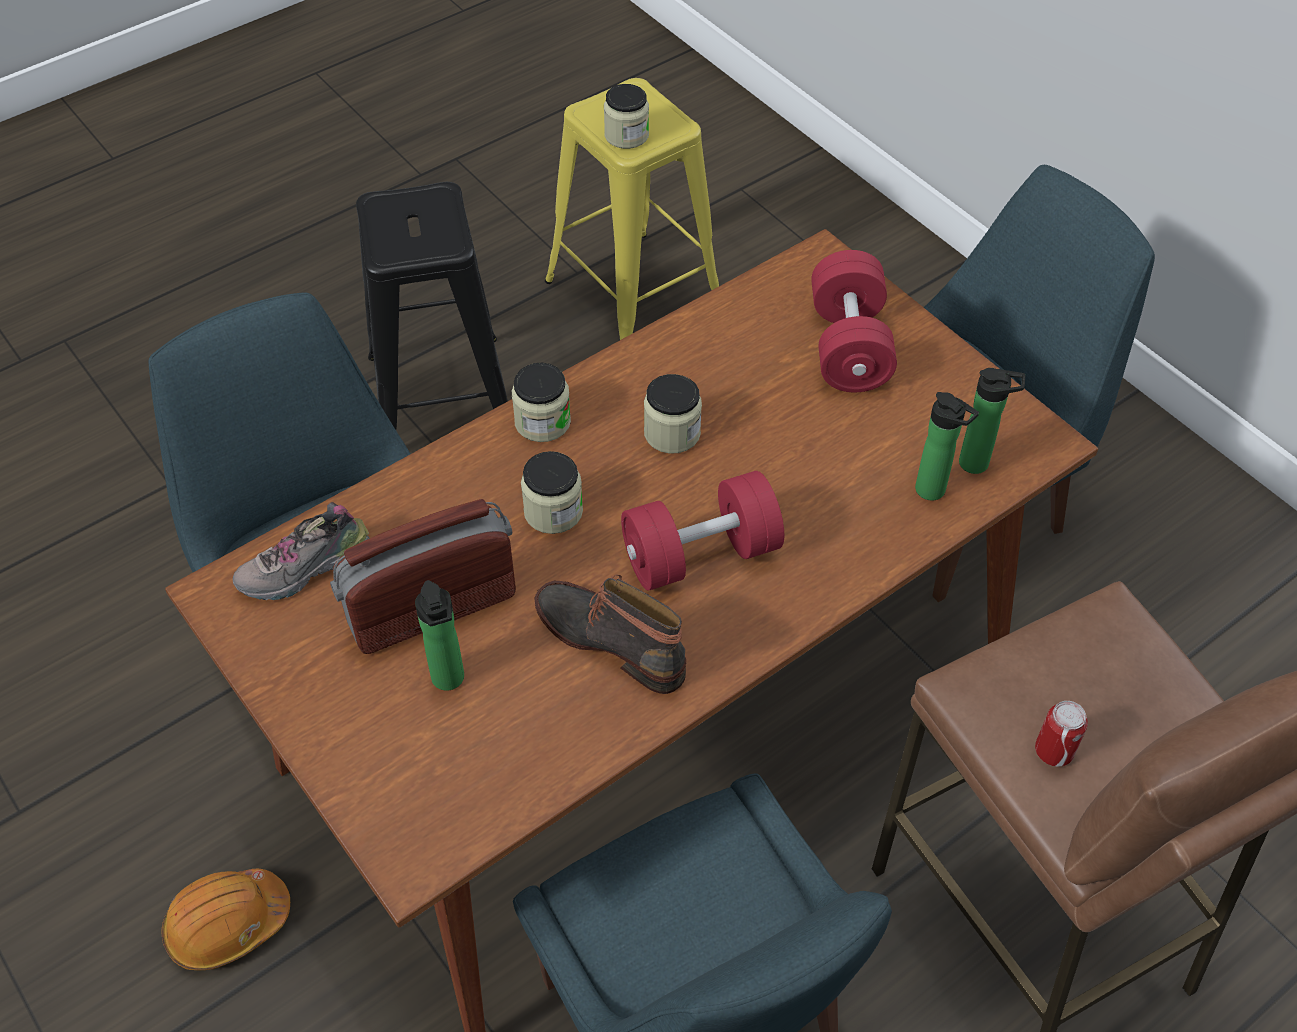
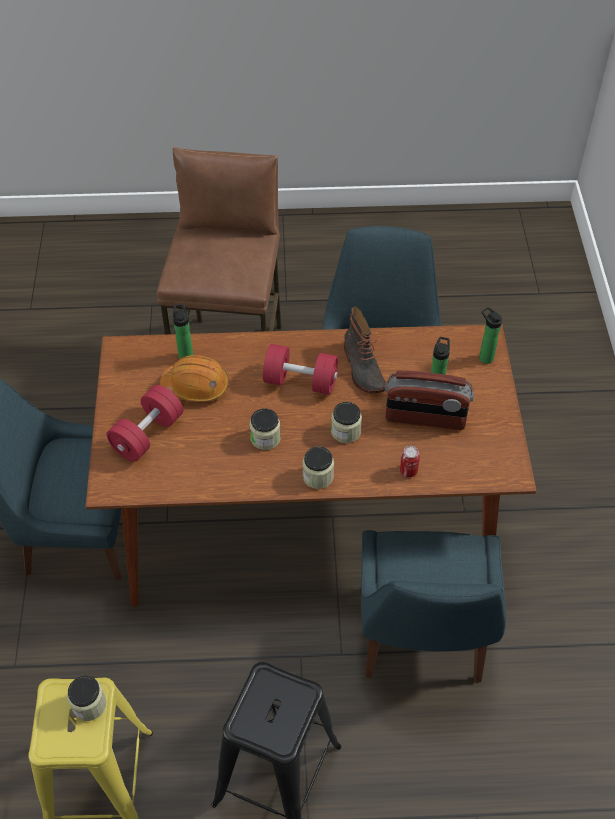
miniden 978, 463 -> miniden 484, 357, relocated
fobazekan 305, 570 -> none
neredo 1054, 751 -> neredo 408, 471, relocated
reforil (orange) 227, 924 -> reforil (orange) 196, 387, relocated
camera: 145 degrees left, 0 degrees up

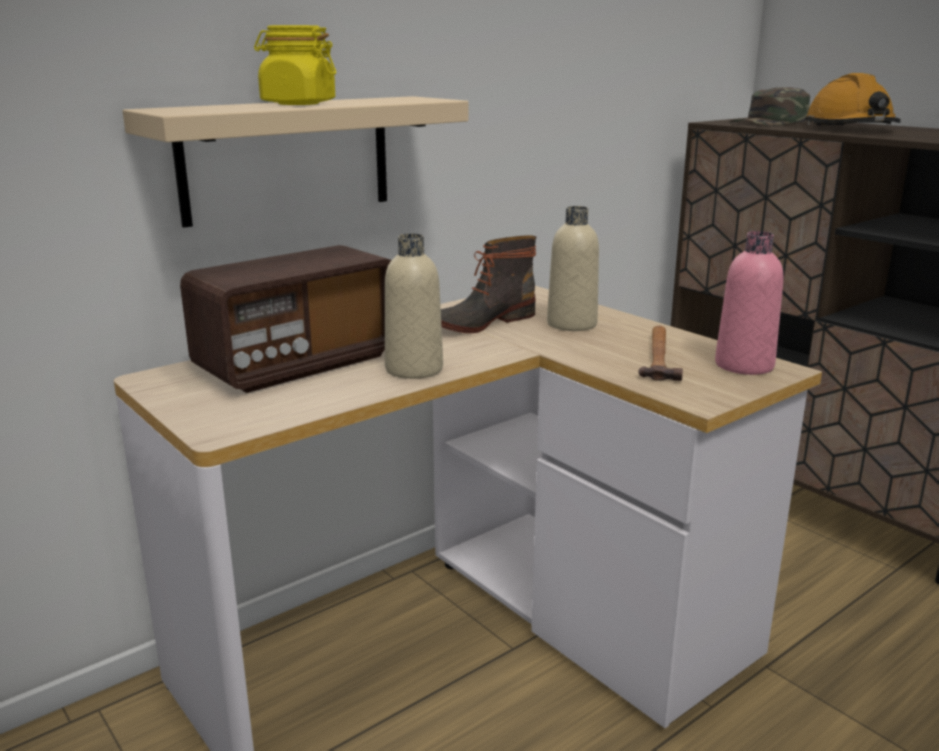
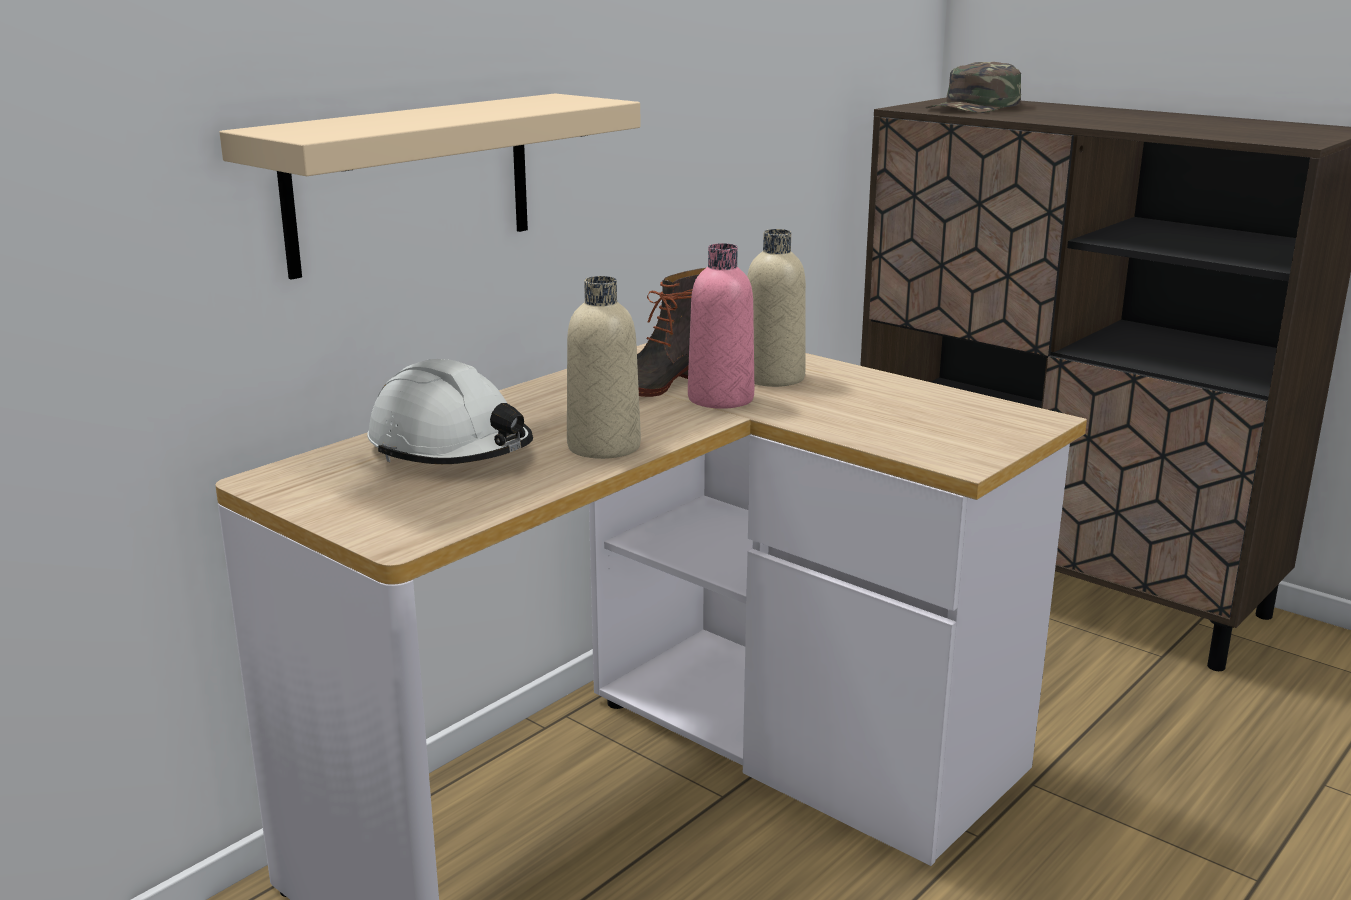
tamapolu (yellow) 298, 103 -> none
reforil (orange) 850, 129 -> none
miniden (pink) 744, 365 -> miniden (pink) 720, 399, relocated
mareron 298, 364 -> reforil (white) 451, 449
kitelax 660, 356 -> none
camera: 10 degrees left, 0 degrees up

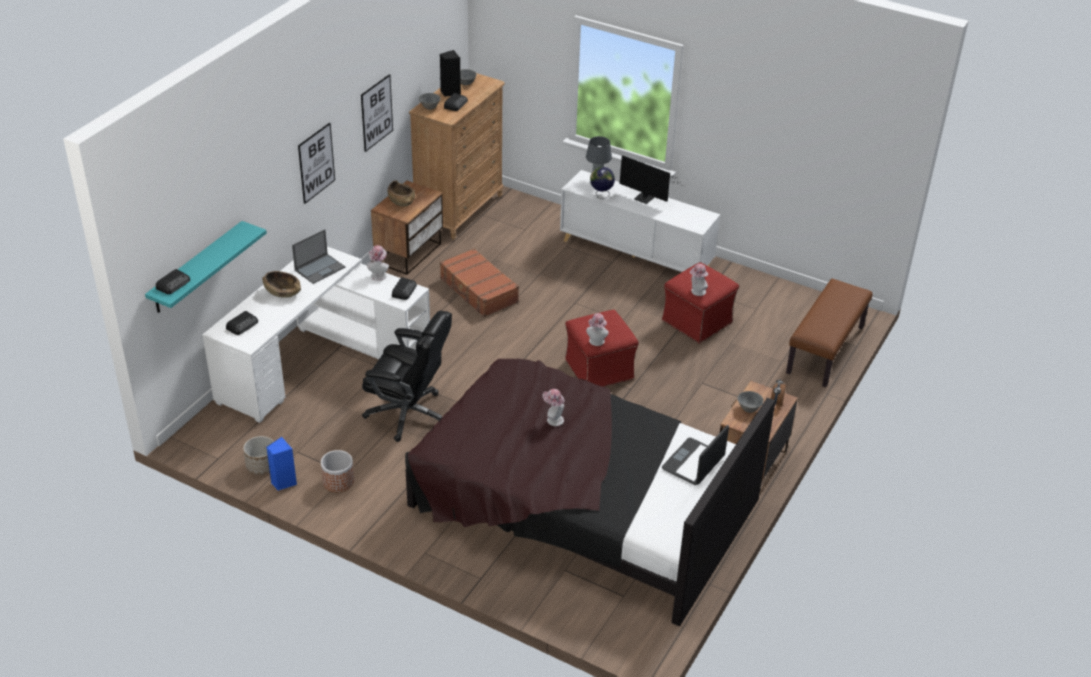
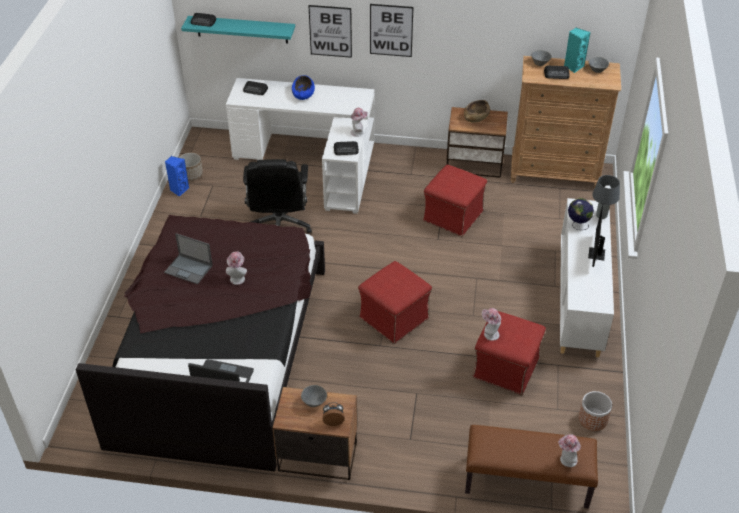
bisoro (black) 450, 92 -> bisoro (turquoise) 573, 66
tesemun 376, 112 -> tesemun 330, 31, relocated
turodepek 320, 268 -> turodepek 189, 269, relocated
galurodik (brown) 478, 290 -> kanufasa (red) 453, 216
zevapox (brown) 283, 292 -> zevapox (blue) 303, 94
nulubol 596, 342 -> nulubol 566, 460, relocated
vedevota 338, 481 -> vedevota 593, 419, relocated
camera: 70 degrees right, 5 degrees up

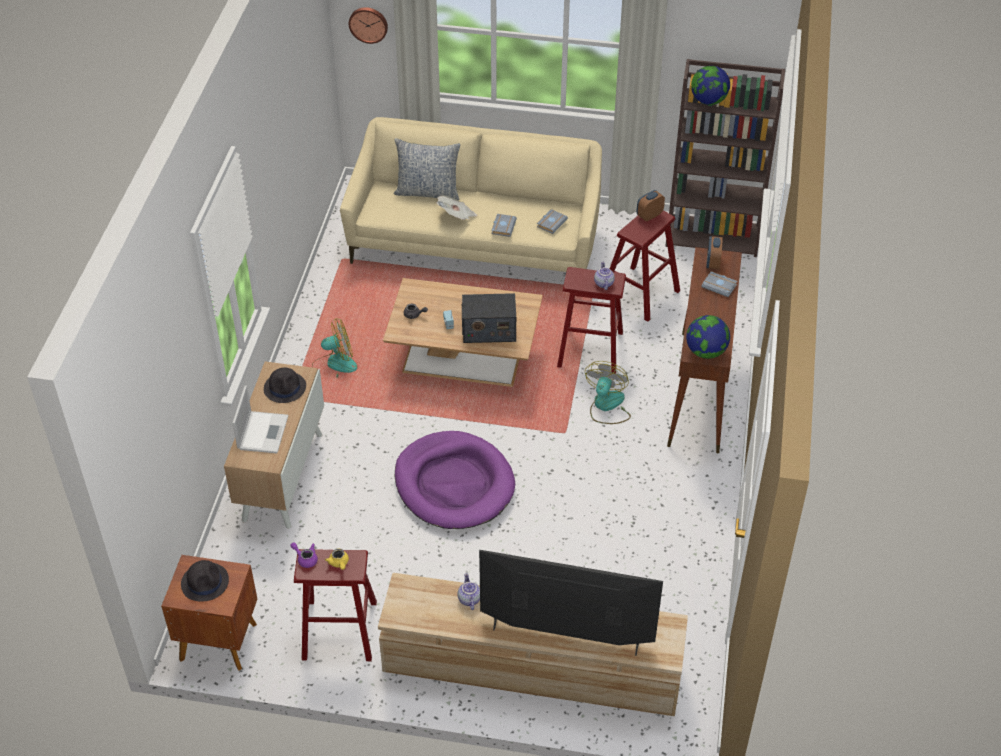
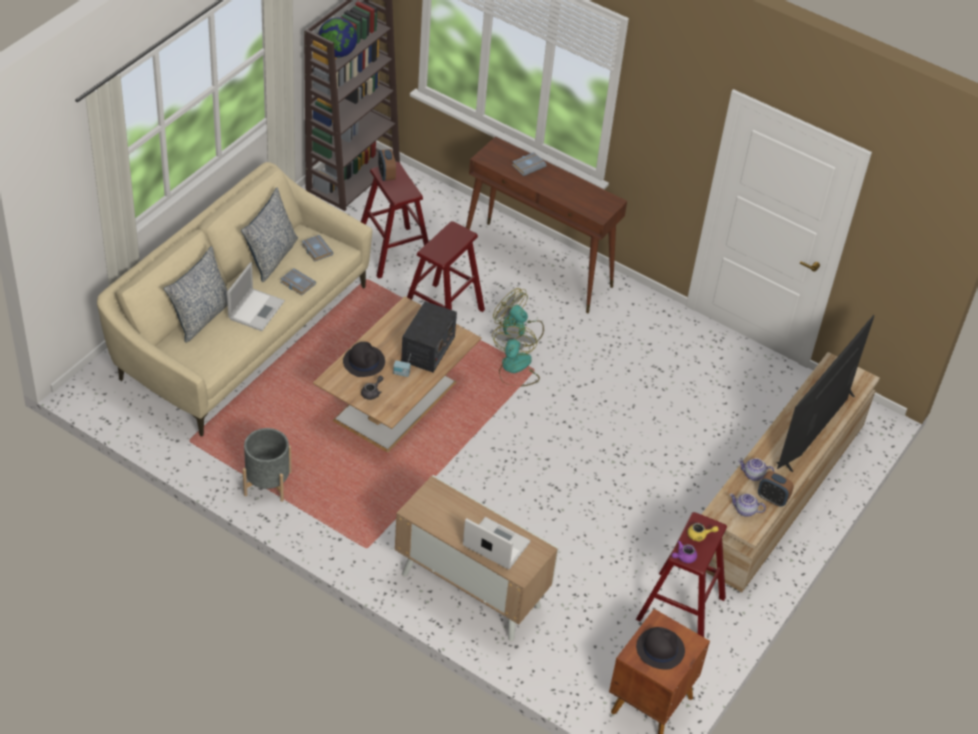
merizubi 368, 24 -> none
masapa 457, 216 -> turodepek 256, 309
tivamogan 712, 263 -> tivamogan 772, 499, relocated
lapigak 603, 283 -> lapigak 744, 511, relocated
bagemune 706, 352 -> none
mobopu 334, 365 -> mobopu 515, 369, relocated
nulubol (black) 285, 388 -> nulubol (black) 364, 361, relocated
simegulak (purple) 454, 484 -> none
none -> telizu 271, 257
none -> vedevota (grey) 267, 483
camera: 70 degrees left, 0 degrees up

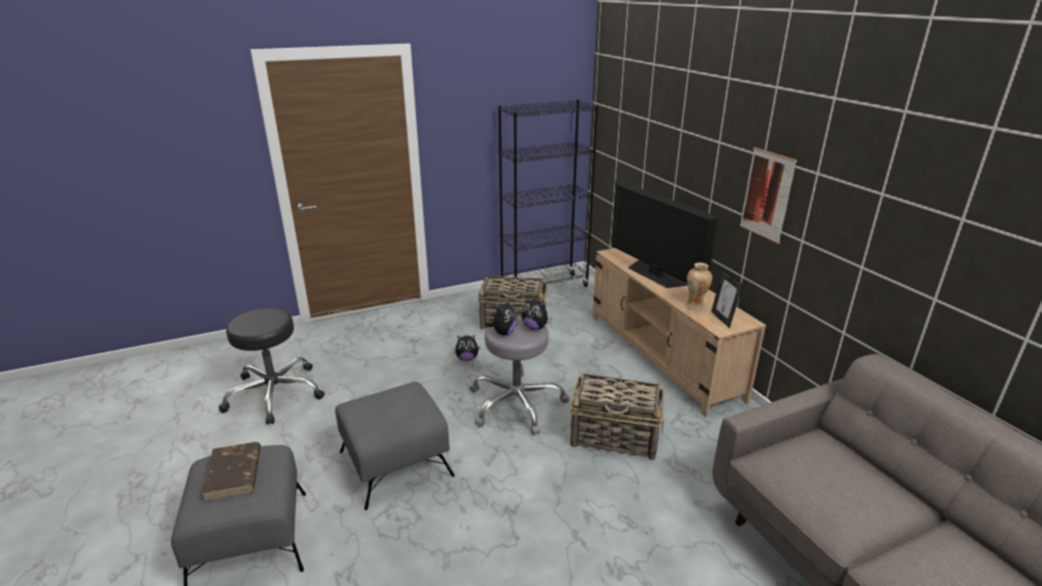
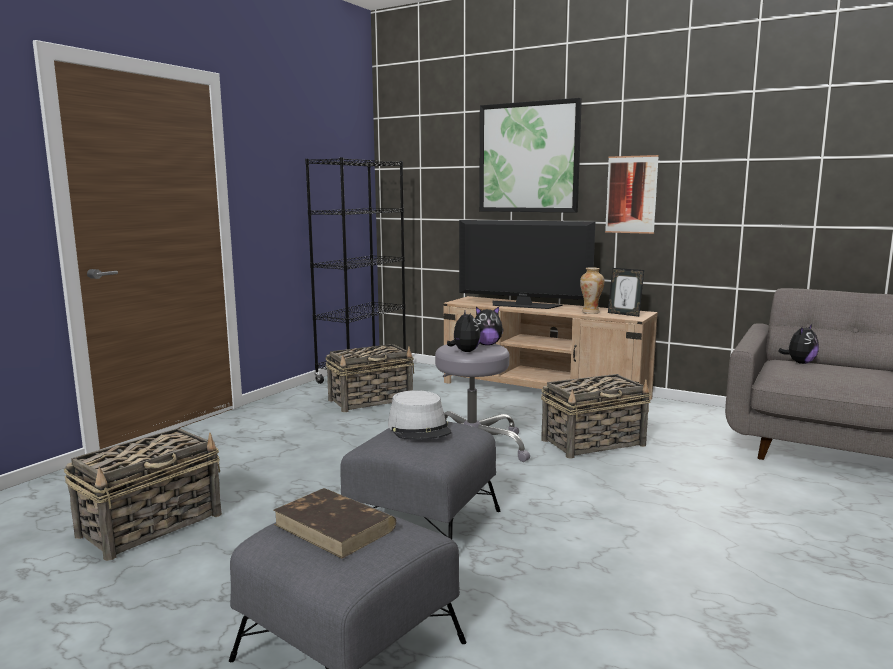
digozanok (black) 274, 394 -> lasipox 152, 525
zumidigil 467, 358 -> zumidigil 799, 363, relocated
none -> tesemun 528, 157
none -> nulubol (grey) 419, 428
camera: 35 degrees left, 15 degrees down

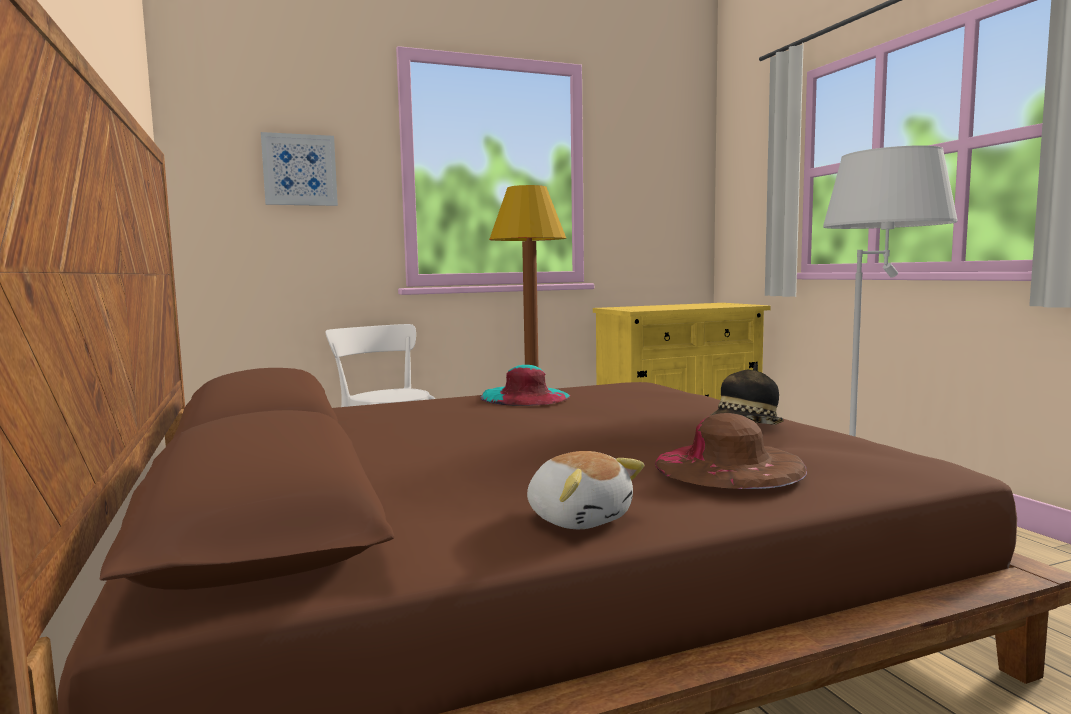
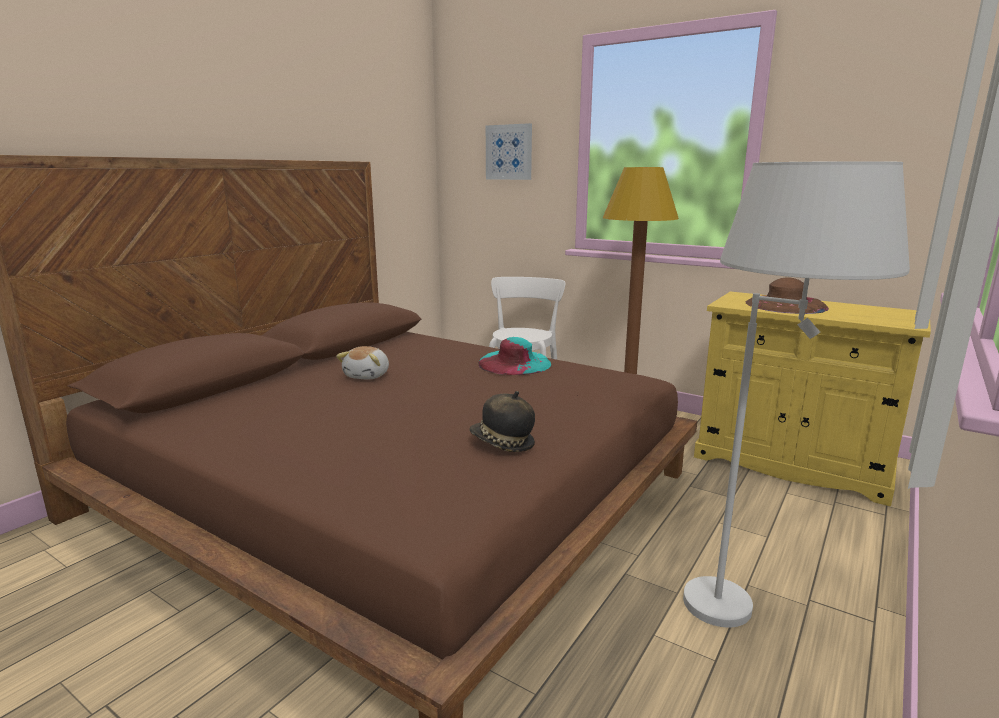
nulubol (brown) 728, 466 -> nulubol (brown) 785, 305, relocated
zumidigil 579, 518 -> zumidigil 368, 375, relocated
camera: 55 degrees right, 10 degrees up

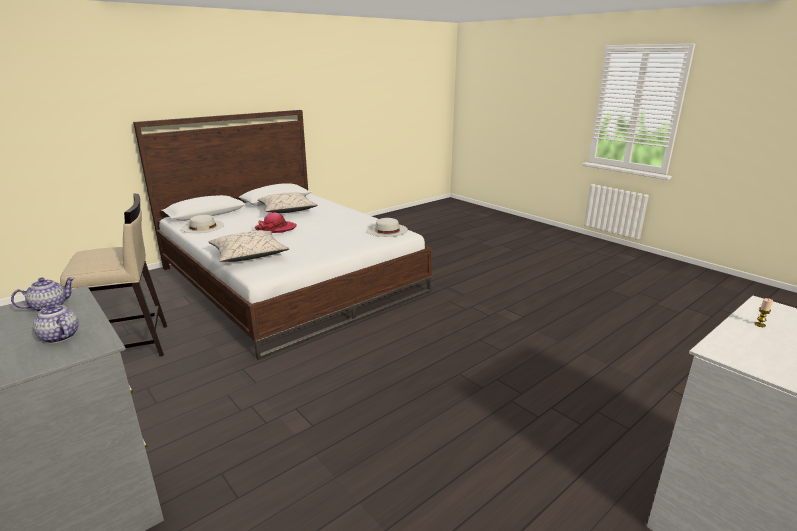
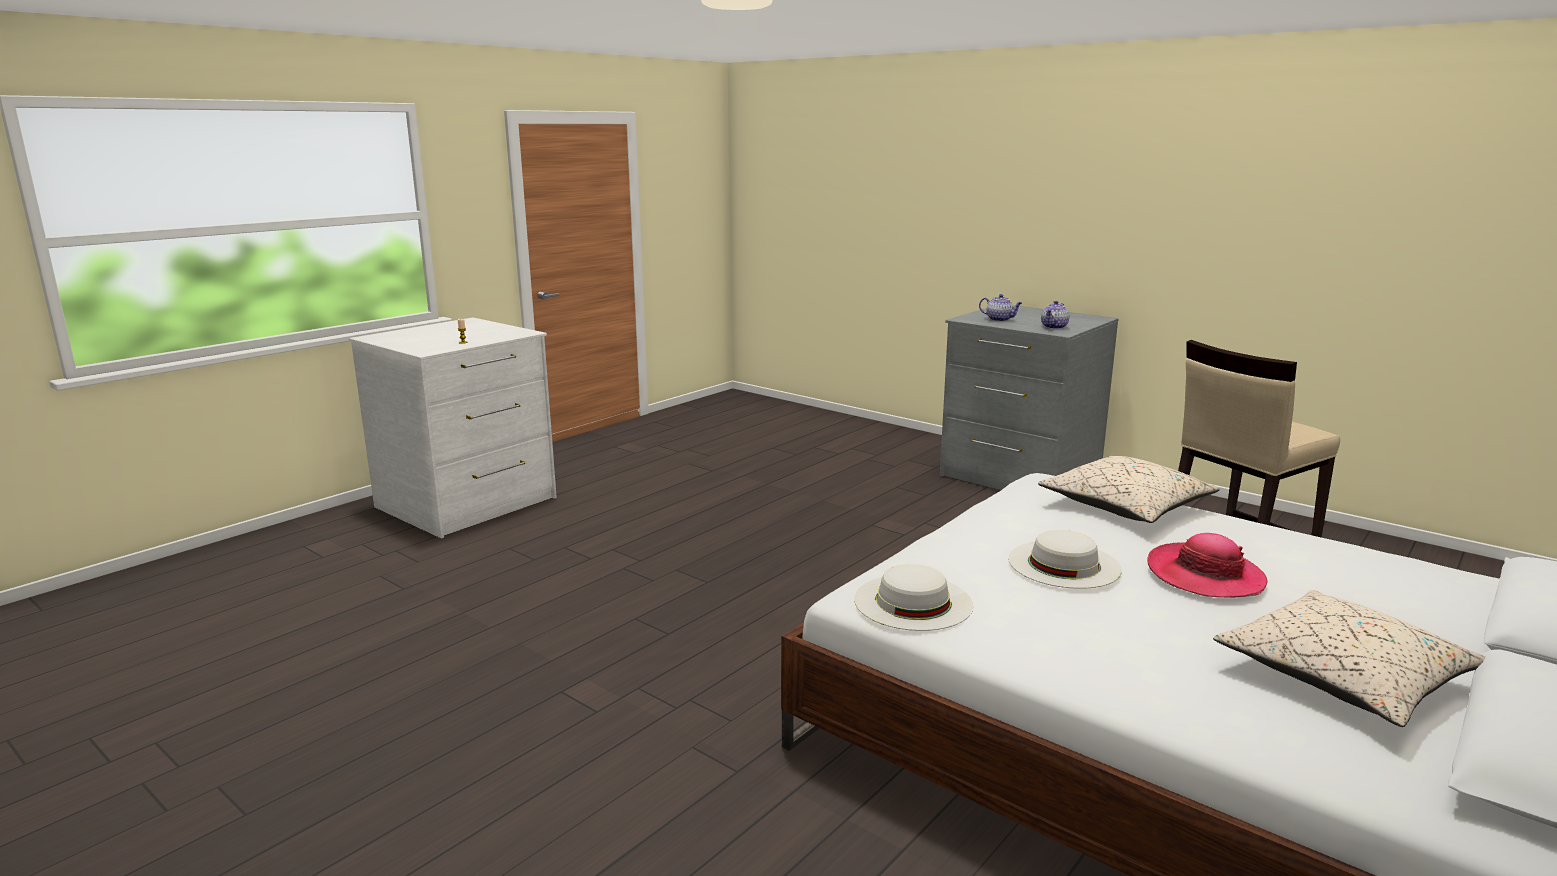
nulubol (white) 203, 226 -> nulubol (white) 1063, 564, relocated
camera: 170 degrees right, 5 degrees down

